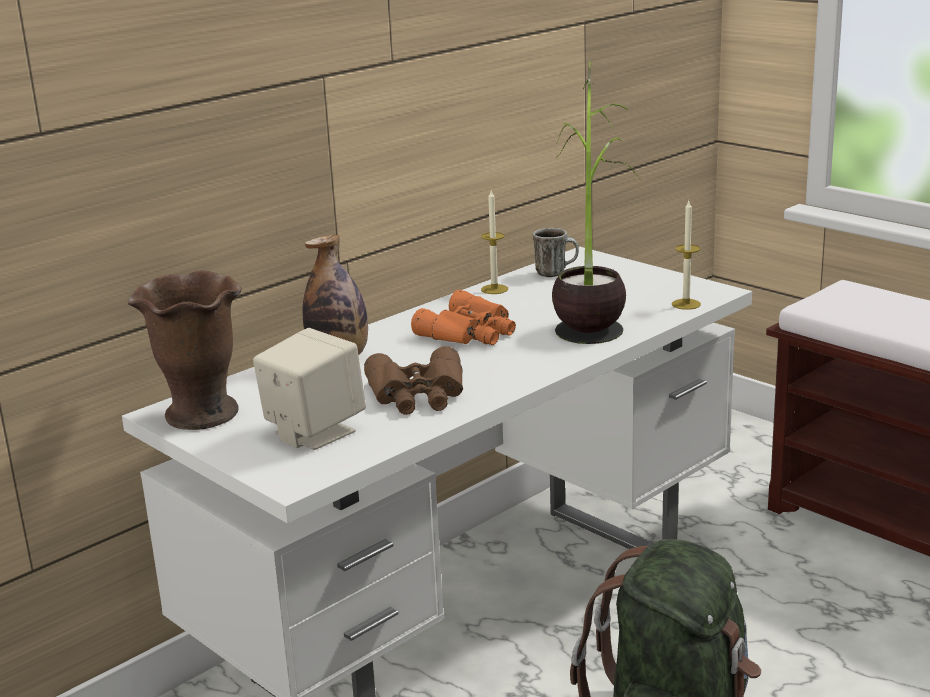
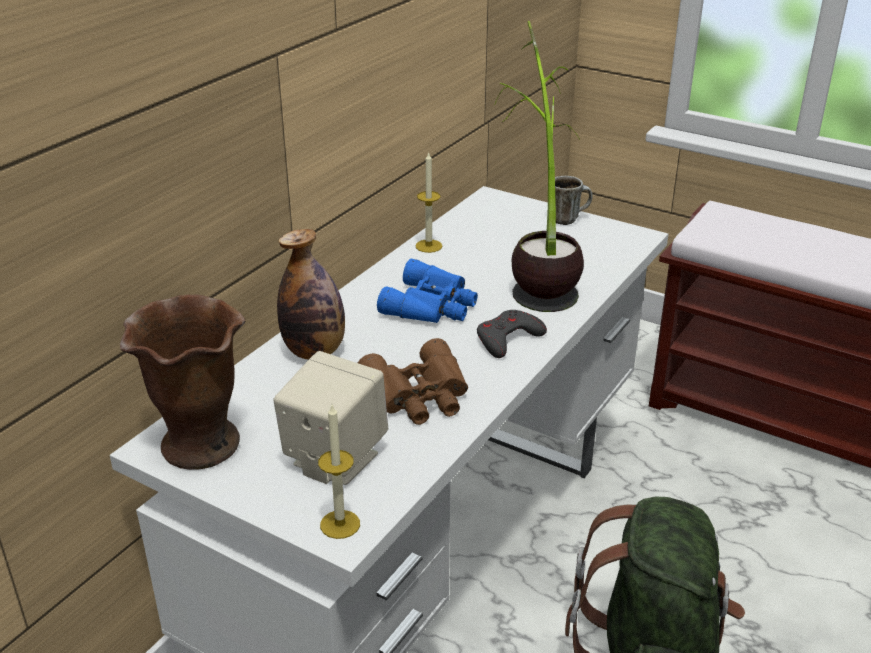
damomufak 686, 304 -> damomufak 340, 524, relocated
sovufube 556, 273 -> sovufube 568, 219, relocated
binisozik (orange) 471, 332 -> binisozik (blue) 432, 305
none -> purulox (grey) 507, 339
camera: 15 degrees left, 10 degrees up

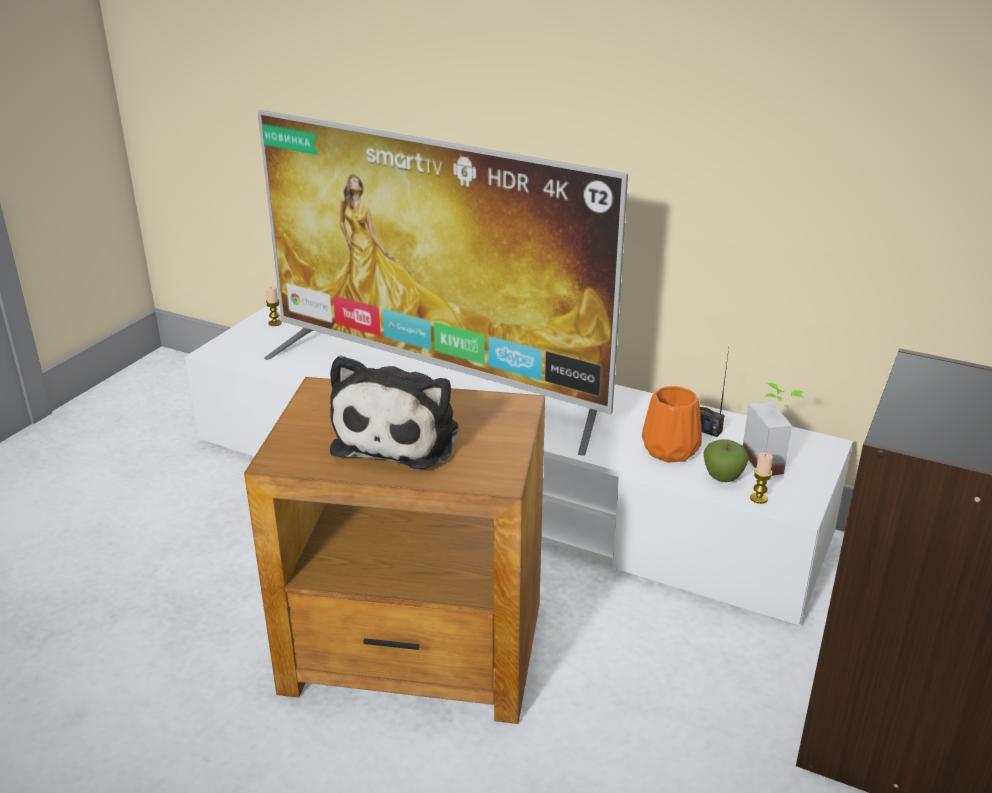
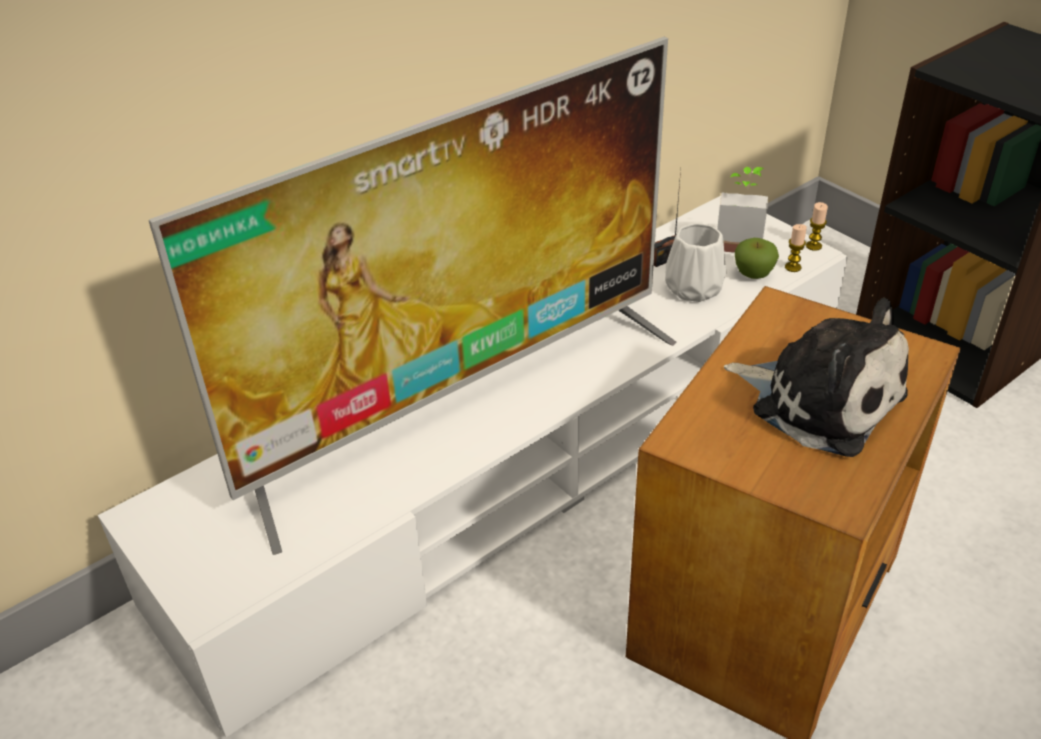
damomufak 275, 323 -> damomufak 813, 246, relocated
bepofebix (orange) 671, 449 -> bepofebix (white) 693, 287
camera: 65 degrees left, 10 degrees up

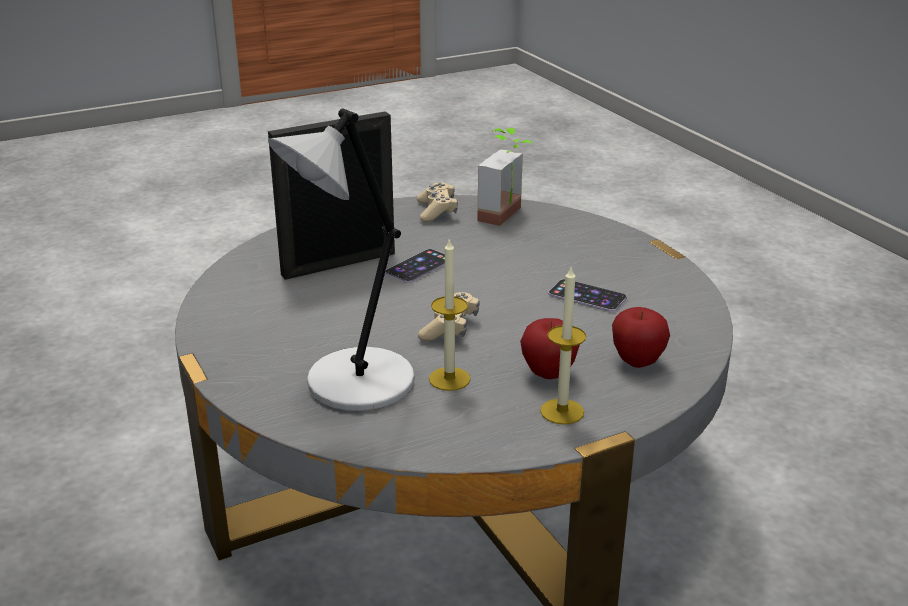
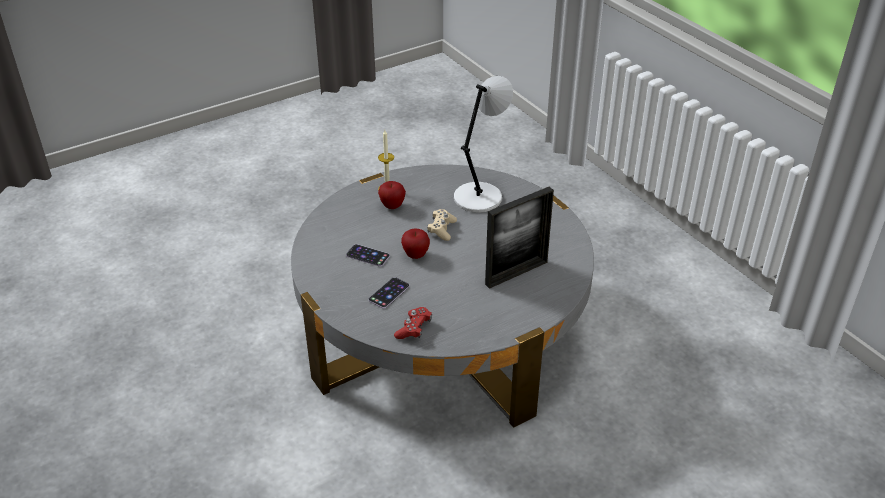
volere 509, 216 -> purulox (red) 414, 329
purulox (beige) 437, 211 -> none
damomufak 449, 379 -> none
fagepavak 419, 266 -> fagepavak 389, 293, relocated
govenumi 637, 362 -> govenumi 415, 255, relocated
camera: 175 degrees right, 10 degrees up

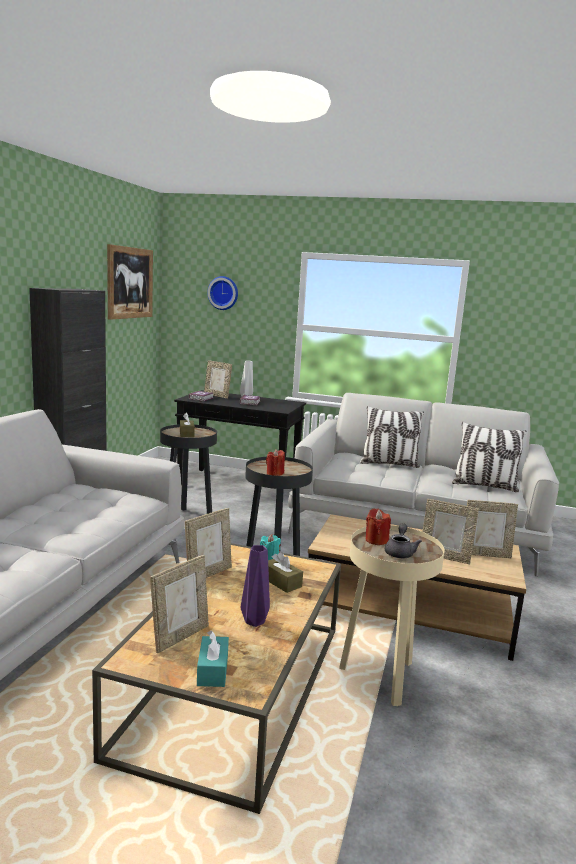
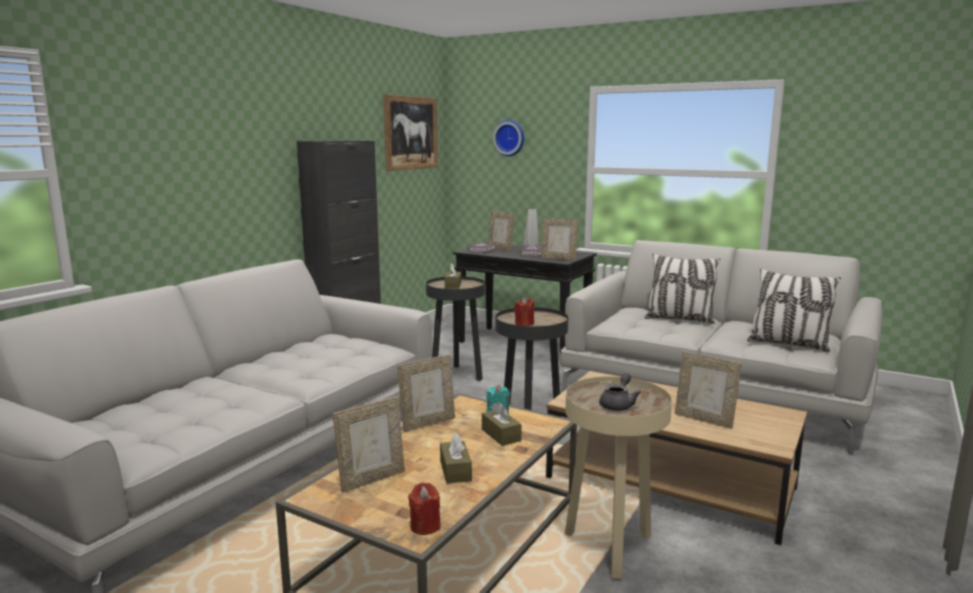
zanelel 485, 554 -> zanelel 558, 258, relocated
damomufak (red) 376, 540 -> damomufak (red) 425, 526, relocated
bepofebix (purple) 256, 621 -> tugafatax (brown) 455, 471
tugafatax (turquoise) 212, 670 -> none
camera: 15 degrees right, 0 degrees up

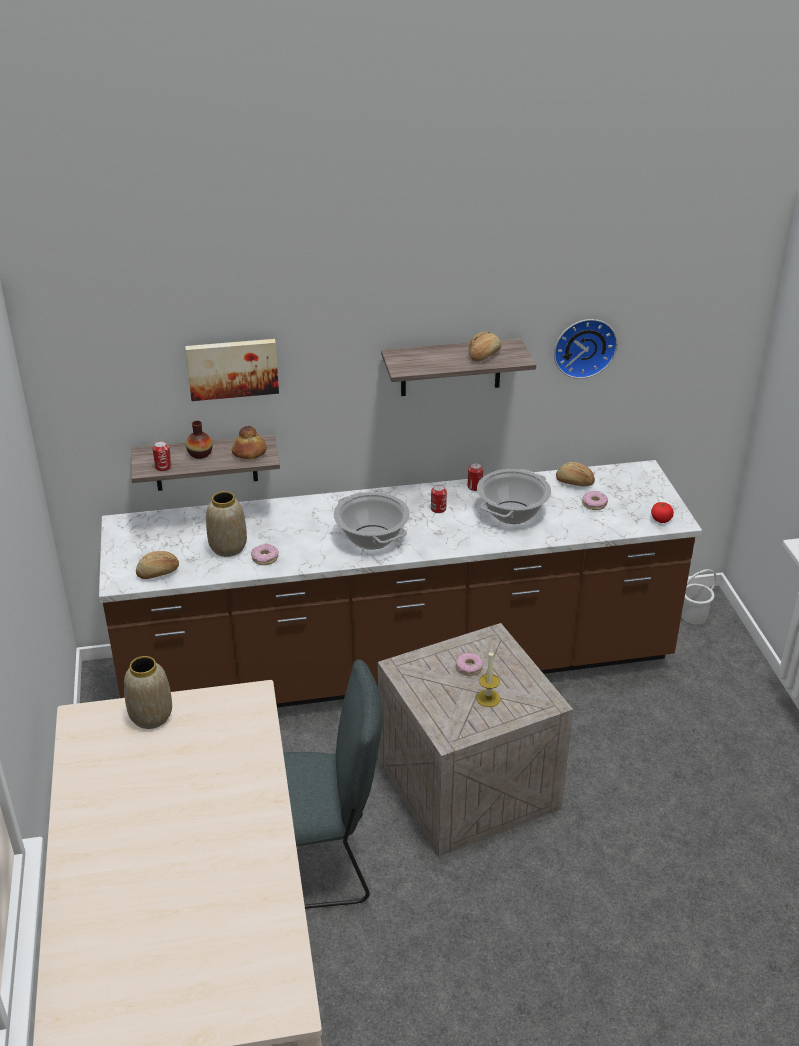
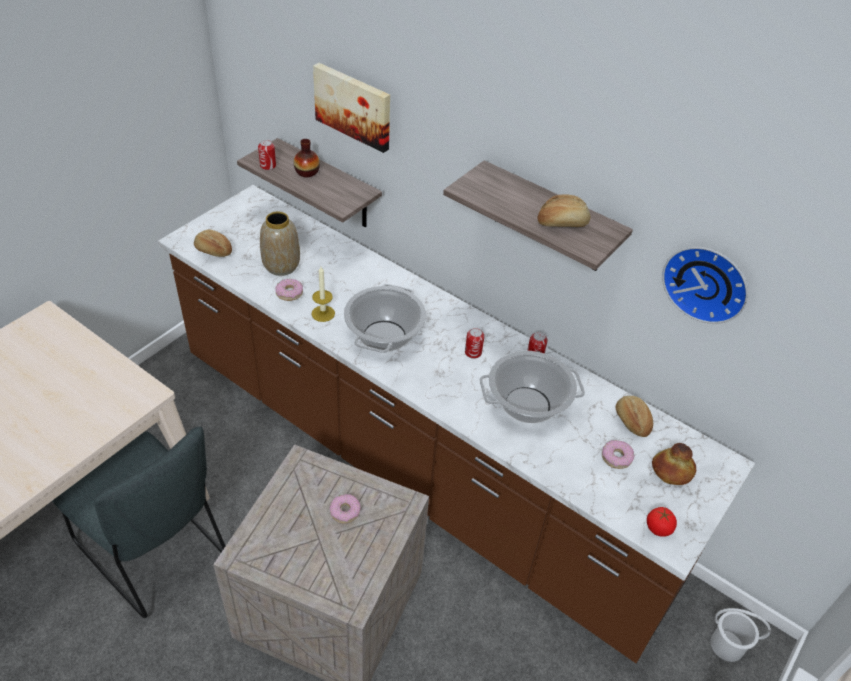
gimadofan 249, 453 -> gimadofan 672, 470, relocated
damomufak 488, 698 -> damomufak 323, 313, relocated
bepofebix 151, 717 -> none
camera: 45 degrees right, 10 degrees up

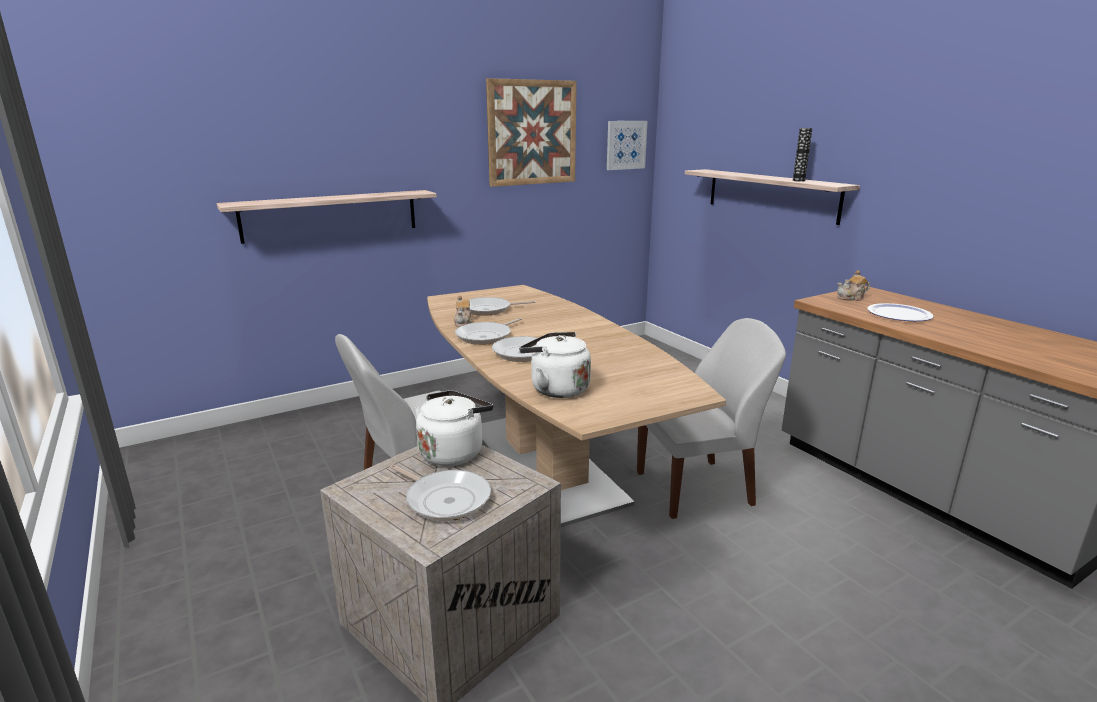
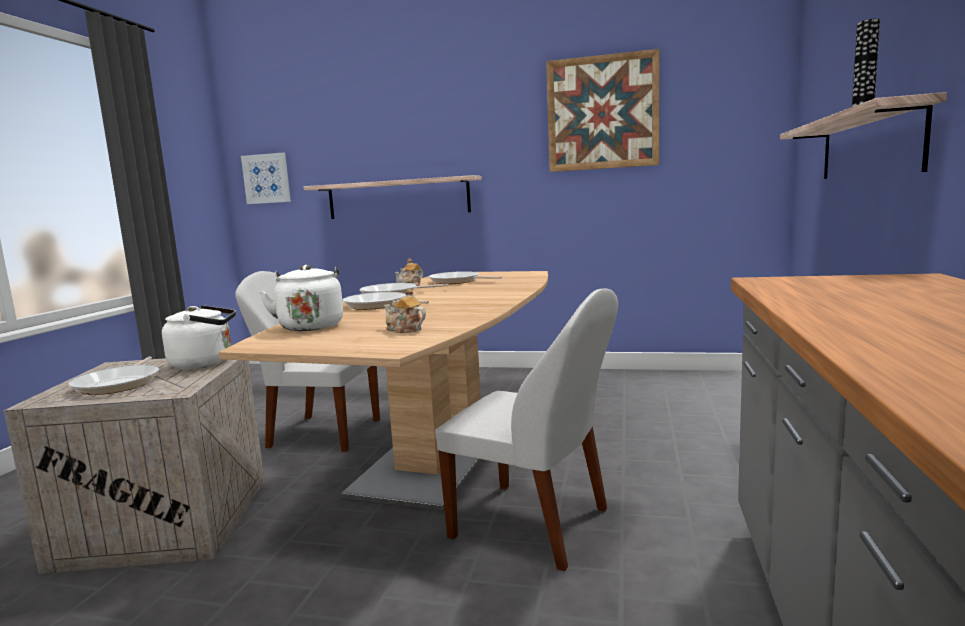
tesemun 626, 145 -> tesemun 266, 178, relocated
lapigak 851, 298 -> lapigak 404, 330, relocated
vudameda 899, 314 -> none
camera: 45 degrees right, 10 degrees down

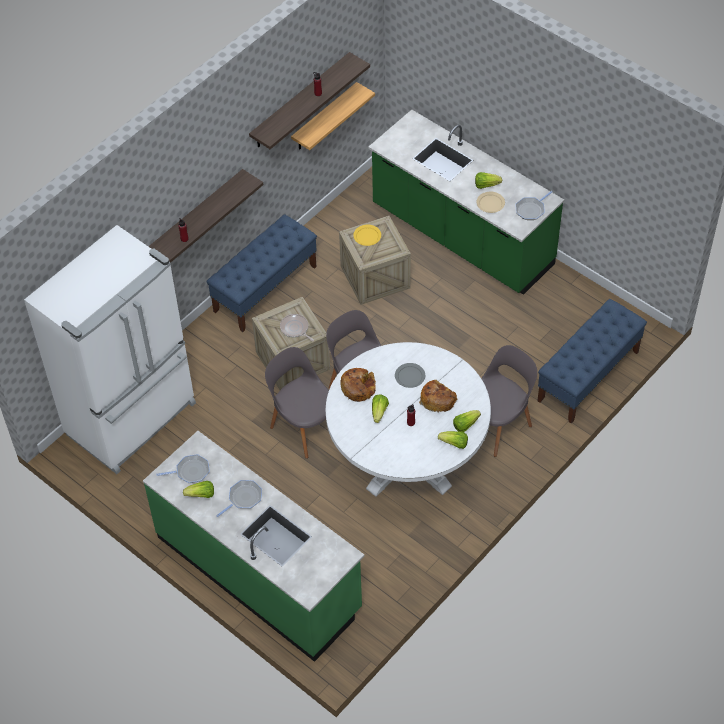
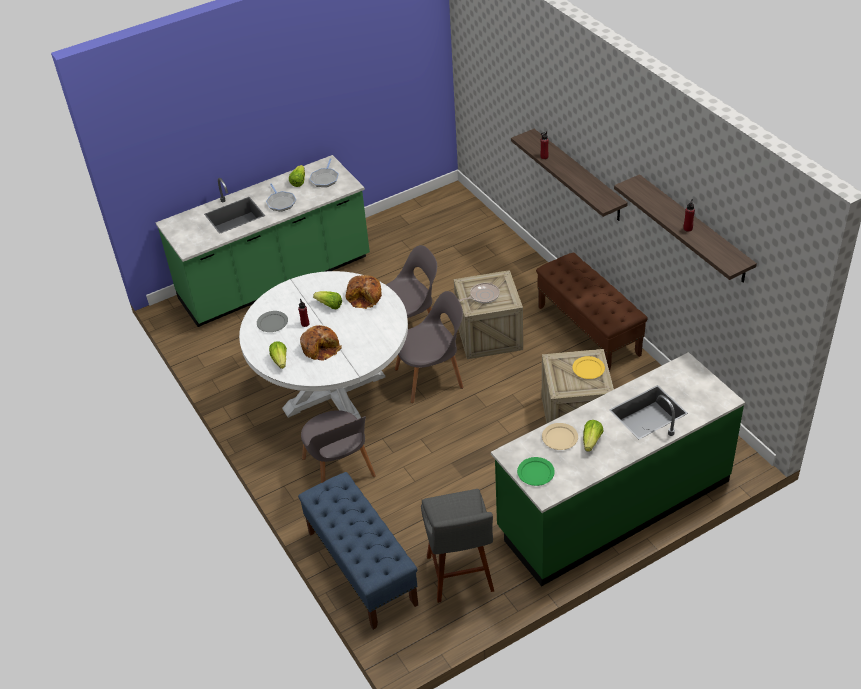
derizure 324, 118 -> none
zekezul 531, 210 -> vudameda (green) 535, 473
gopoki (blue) 265, 288 -> gopoki (brown) 589, 331
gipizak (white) 133, 420 -> none
vudameda (grey) 410, 376 -> vudameda (grey) 272, 323, relocated
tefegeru 454, 444 -> none
none -> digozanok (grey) 460, 577
camera: 110 degrees right, 10 degrees down

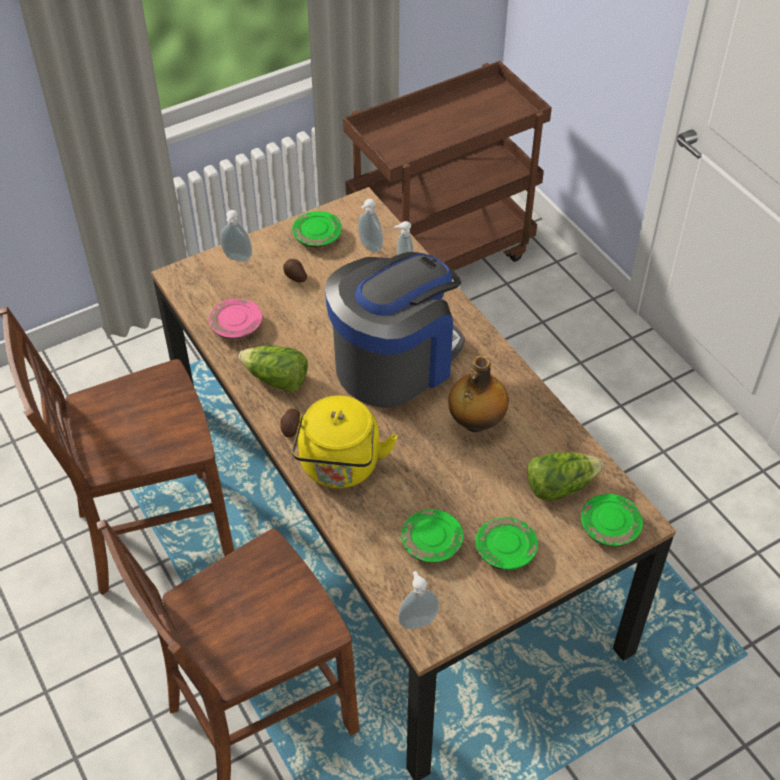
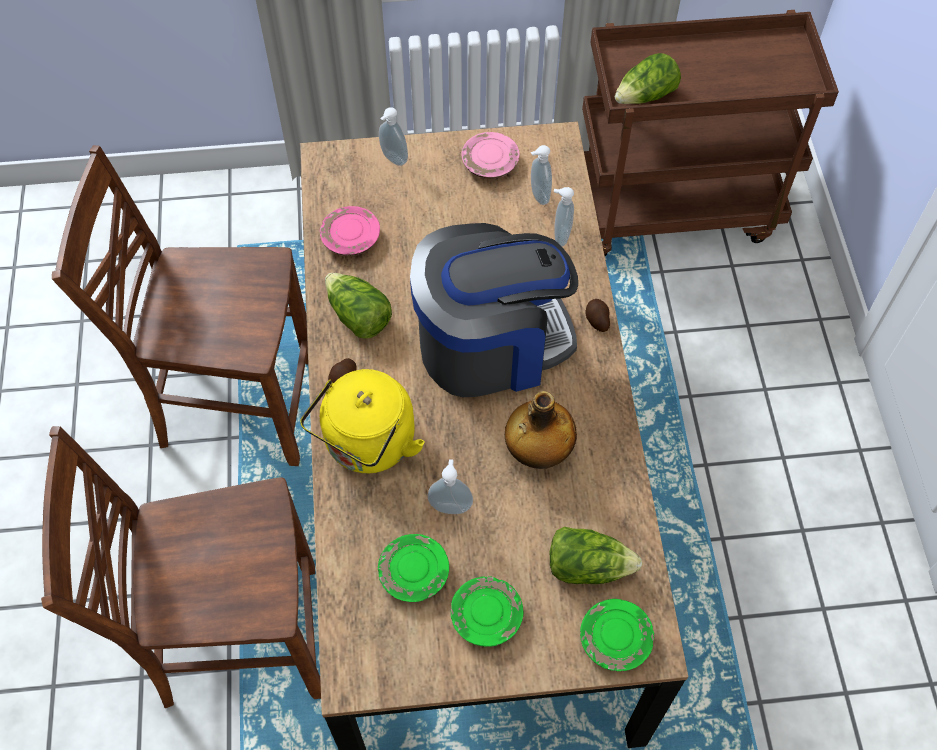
vudameda (green) 317, 236 -> vudameda (pink) 490, 163
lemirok 294, 276 -> lemirok 596, 320, relocated
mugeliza 417, 620 -> mugeliza 450, 505, relocated
none -> tefegeru 645, 96
camera: 25 degrees right, 10 degrees up

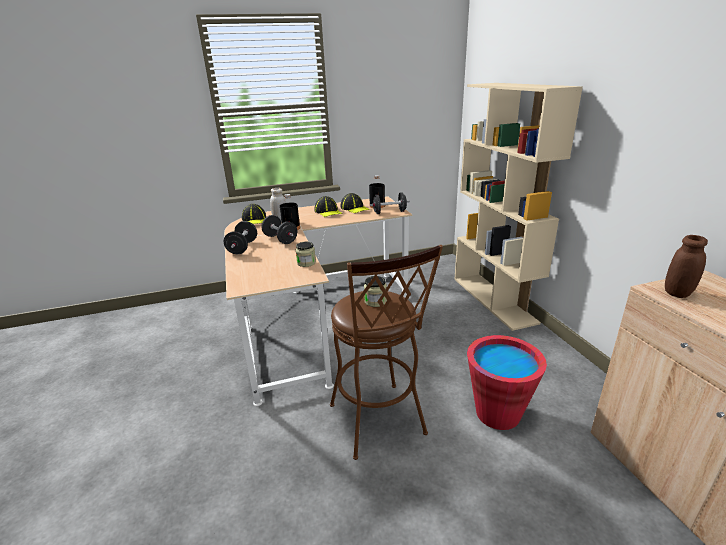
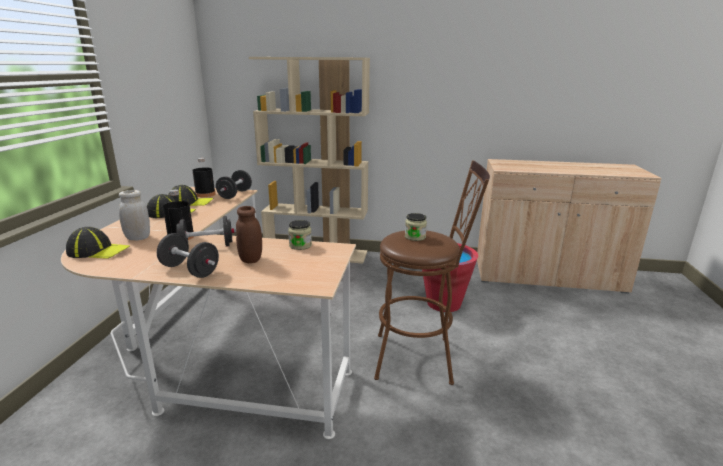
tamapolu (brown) 677, 293 -> tamapolu (brown) 251, 259, relocated
camera: 65 degrees left, 5 degrees down

